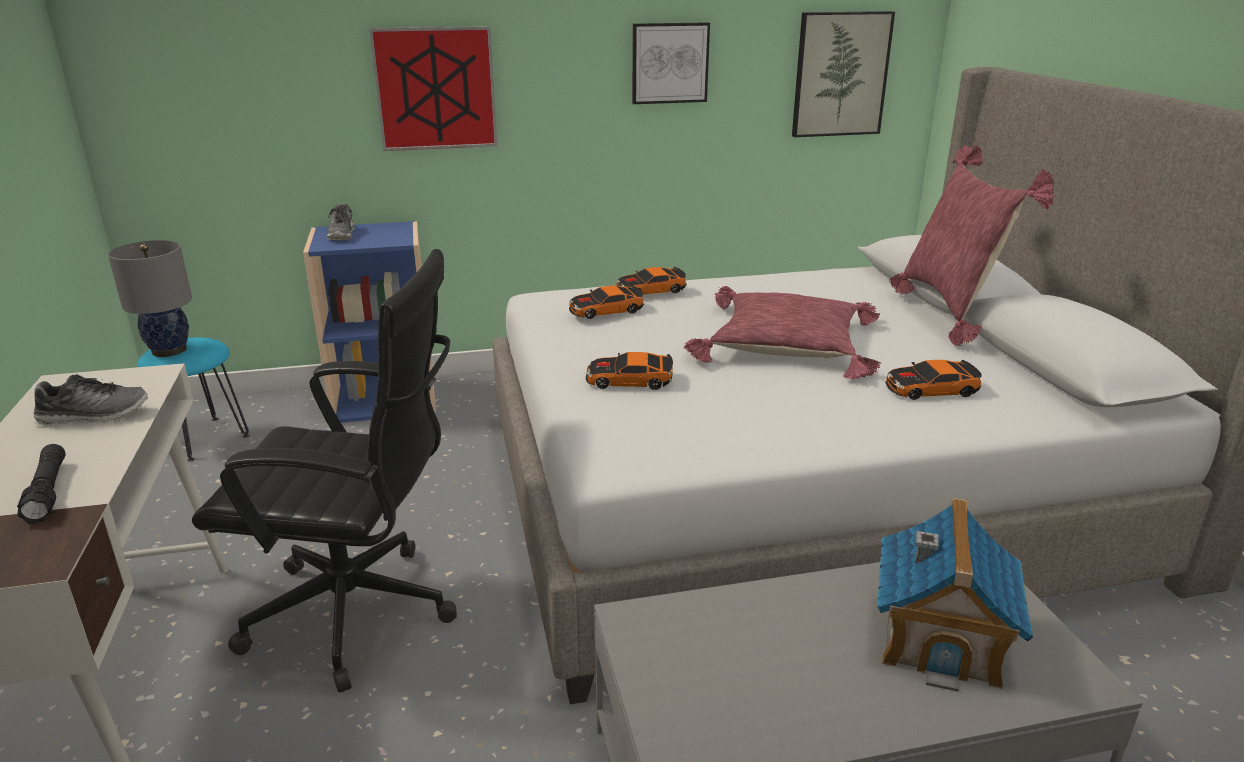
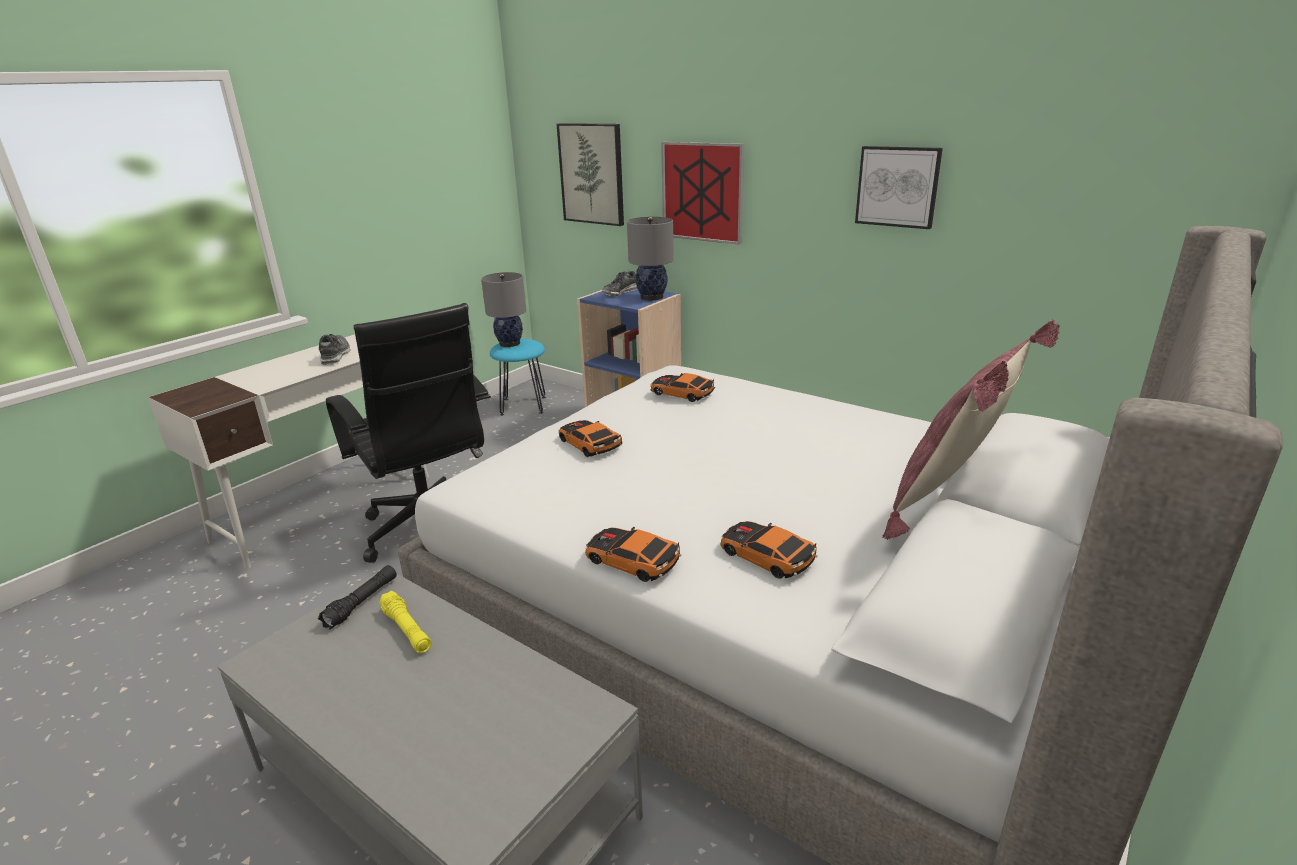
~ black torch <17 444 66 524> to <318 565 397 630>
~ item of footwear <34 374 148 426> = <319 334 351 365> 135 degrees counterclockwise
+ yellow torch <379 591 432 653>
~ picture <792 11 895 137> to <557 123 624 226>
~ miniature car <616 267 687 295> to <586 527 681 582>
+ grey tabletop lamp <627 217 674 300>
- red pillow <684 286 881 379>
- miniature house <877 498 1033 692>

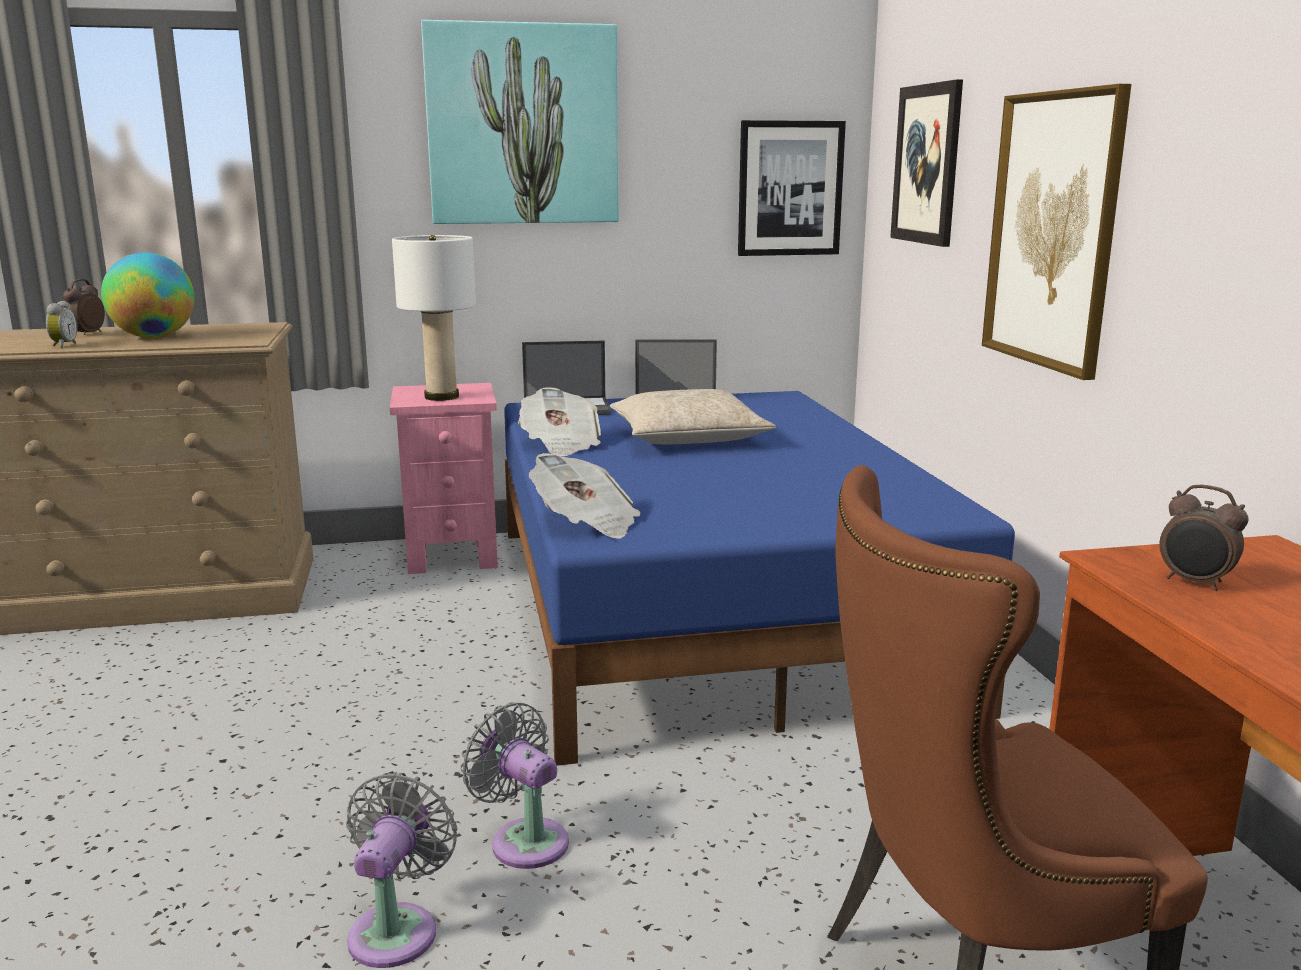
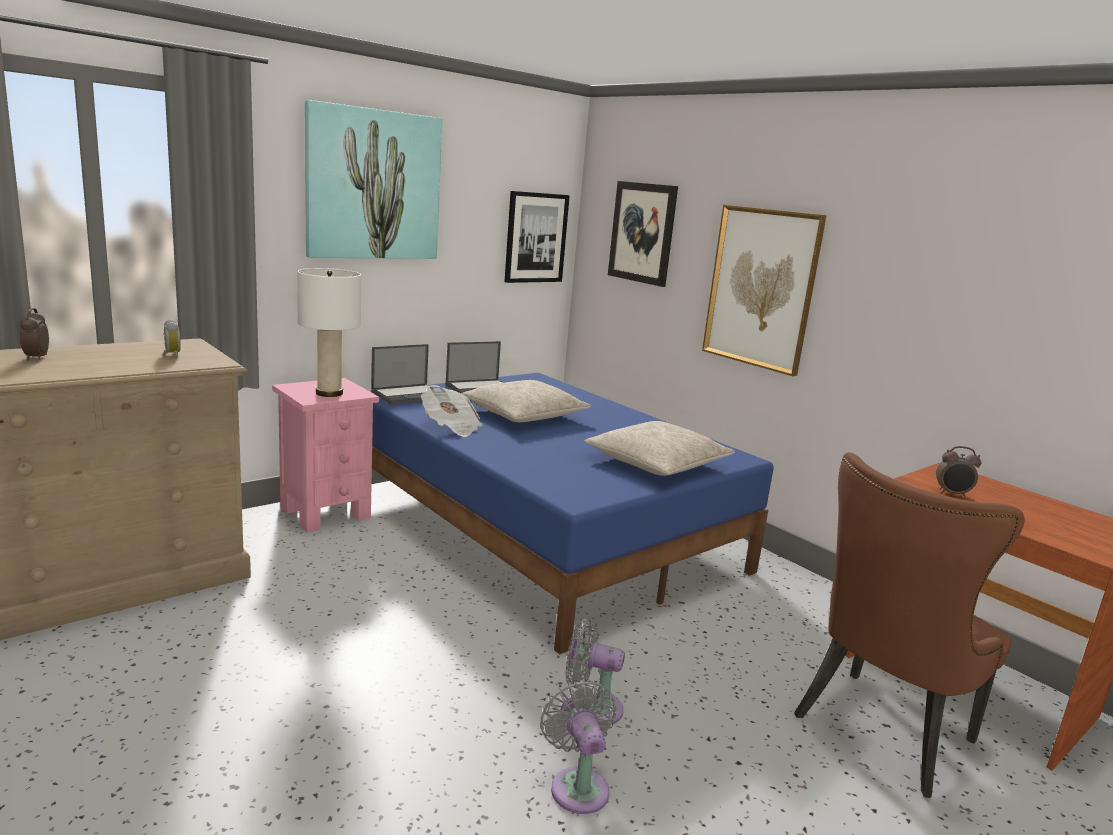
~ alarm clock <46 301 78 348> to <163 319 181 358>
+ beige-coloured pillow <584 421 735 476>
- world globe <101 252 195 338>
- daily paper <529 453 640 539>

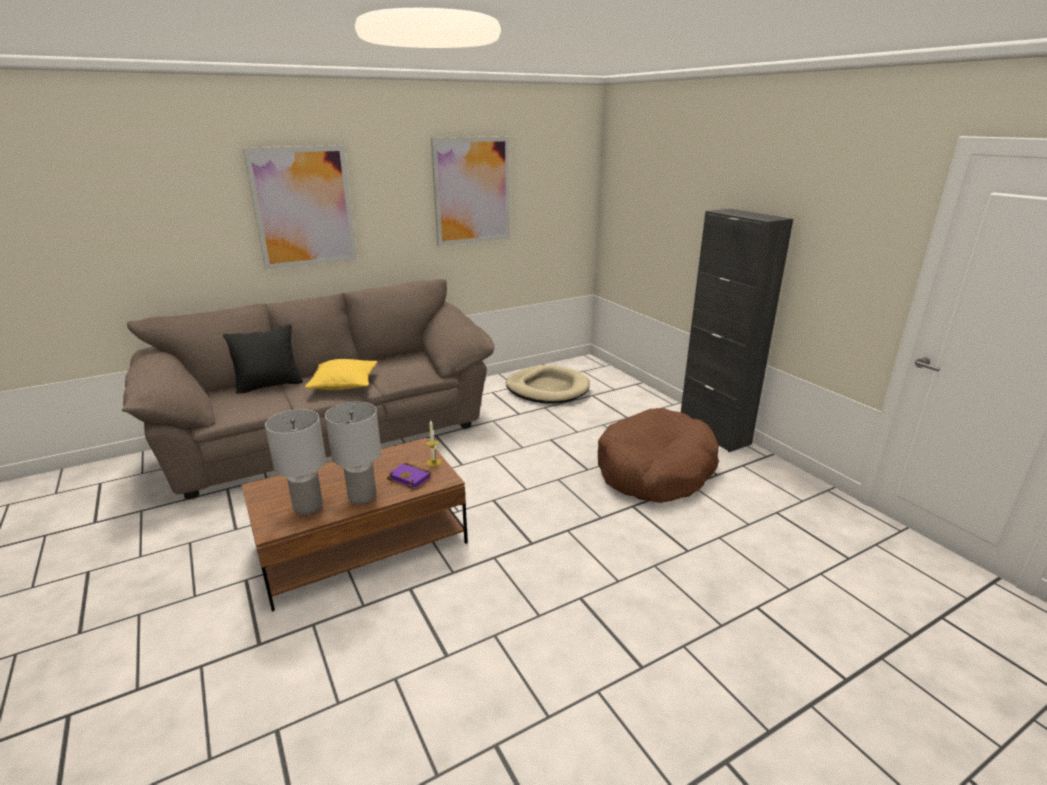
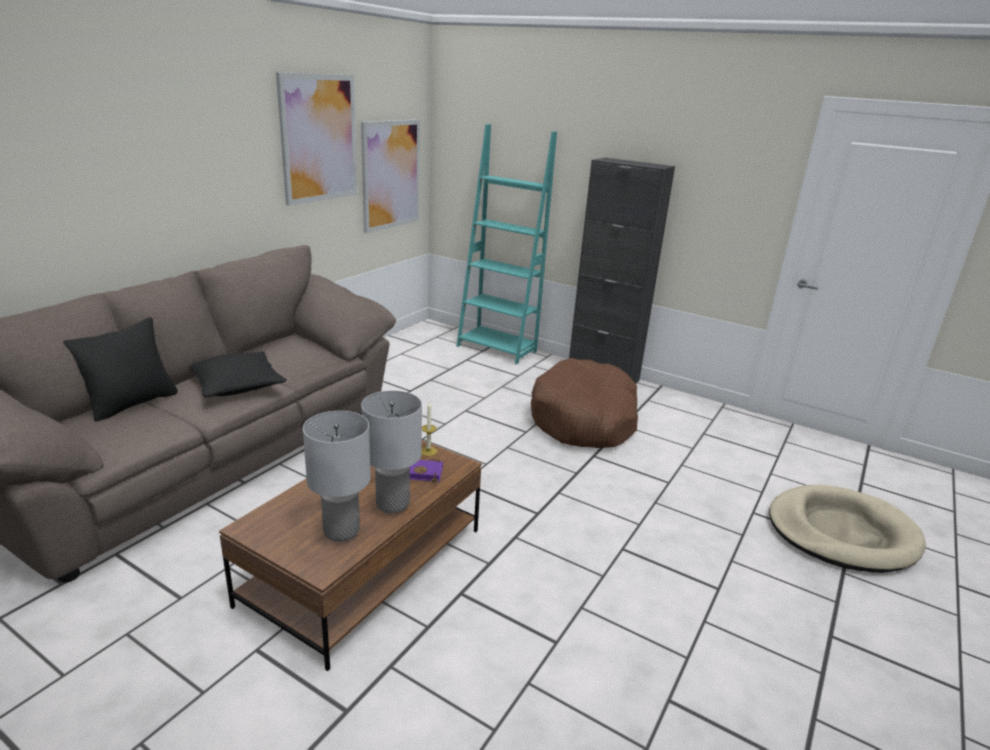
~ yellow pillow <305 359 377 390> to black pillow <189 352 287 397>
~ picture <243 145 357 270> to <361 119 420 233>
+ turquoise shelving unit <456 124 557 364>
~ beige-coloured pet bed <506 365 590 404> to <769 485 926 573>

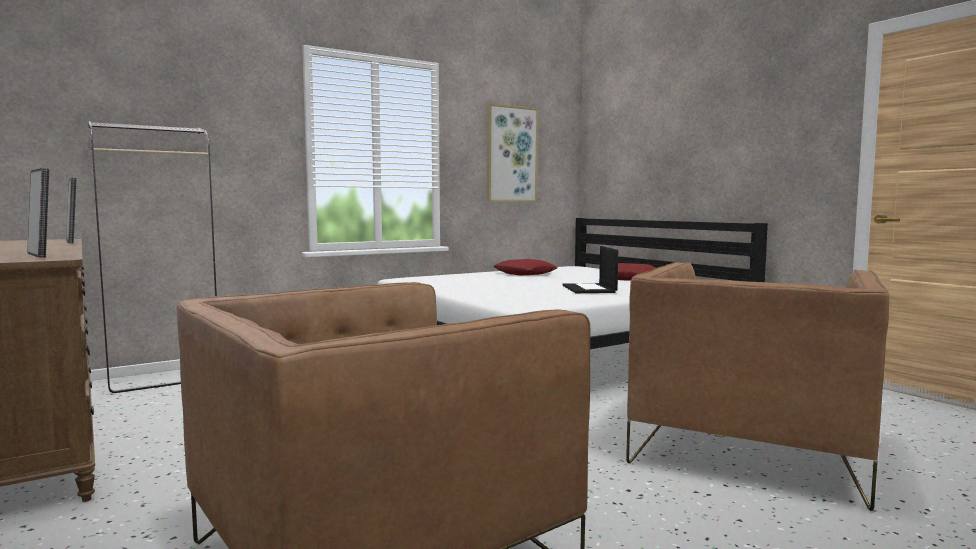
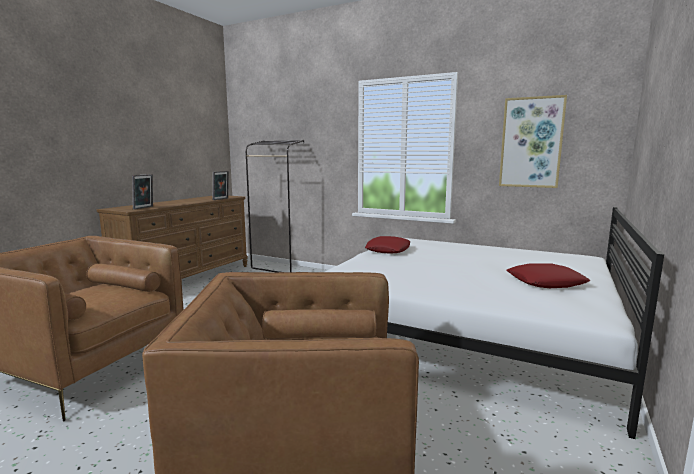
~ red pillow <494 259 558 275> to <365 236 410 253>
- notebook computer <563 246 618 293>

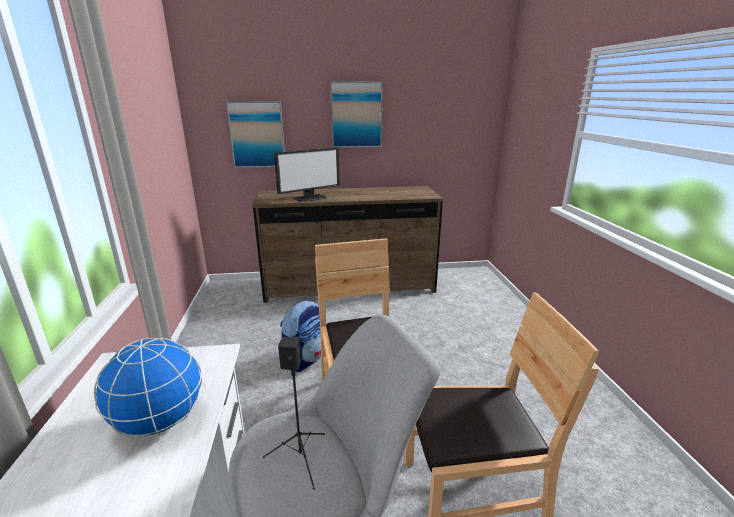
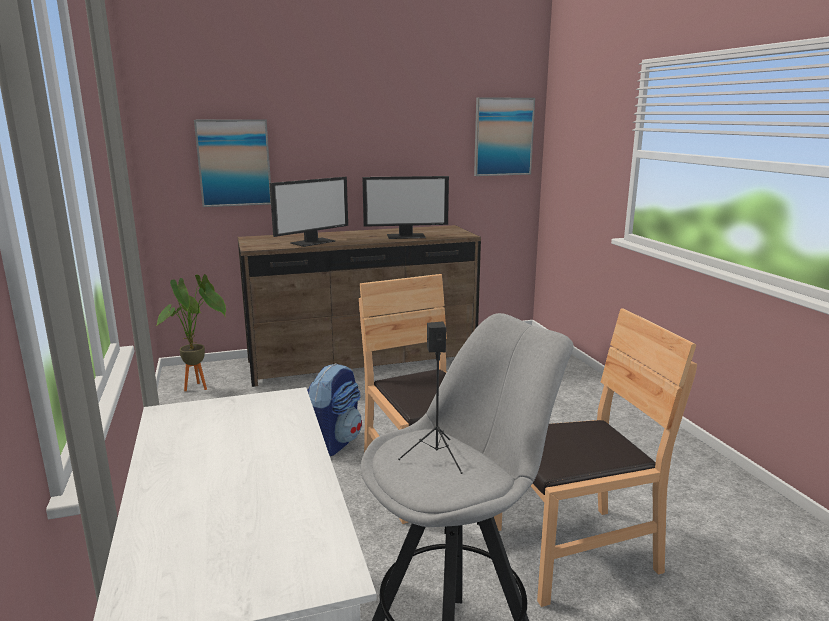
+ potted plant <155 274 226 391>
+ monitor <362 176 449 239>
~ picture <330 81 383 148> to <474 97 535 176>
- world globe <94 338 202 436>

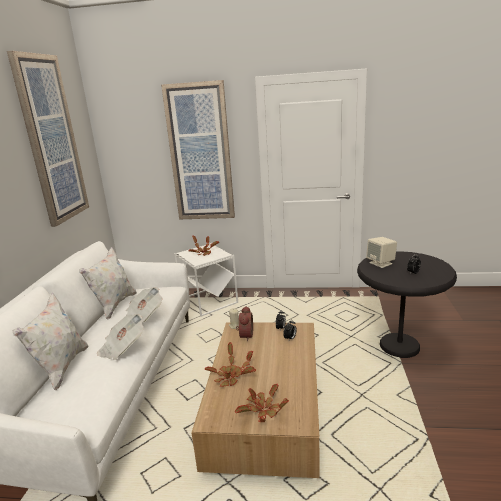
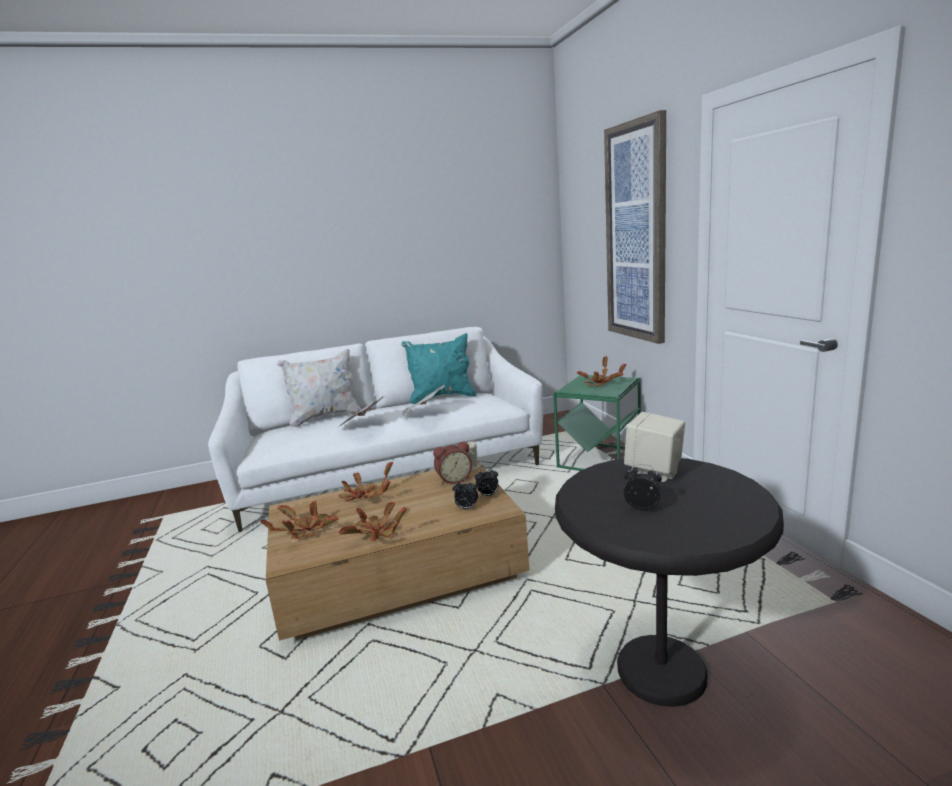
+ potted plant <339 501 407 541>
~ white-coloured pillow <79 247 137 320> to turquoise pillow <402 333 477 404>
~ white-coloured end table <174 243 238 316> to green-coloured end table <553 375 641 471>
- picture <7 51 89 227>

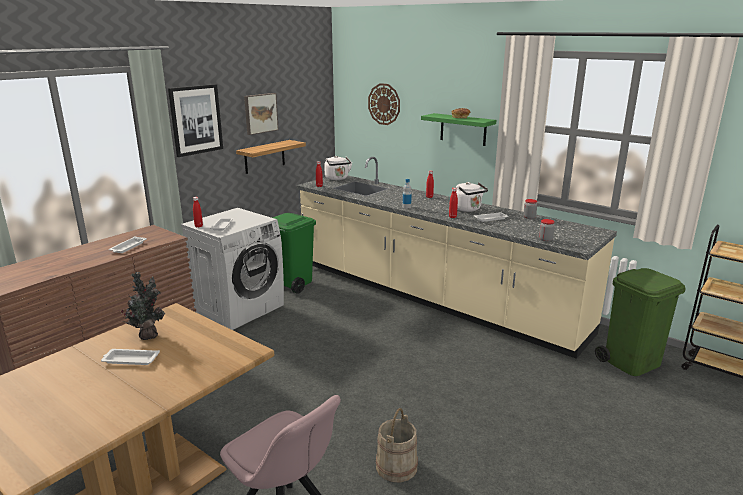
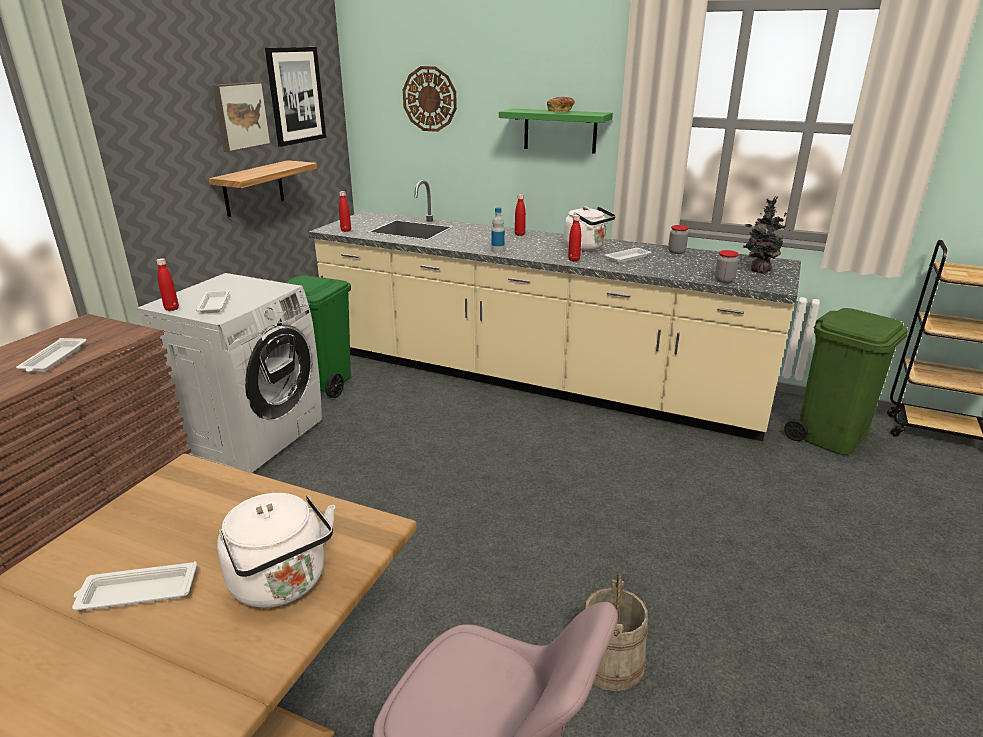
~ white-coloured kettle <324 156 352 180> to <217 493 335 608>
~ picture <168 84 223 157> to <265 47 326 147>
~ potted plant <121 272 165 340> to <742 196 790 273>

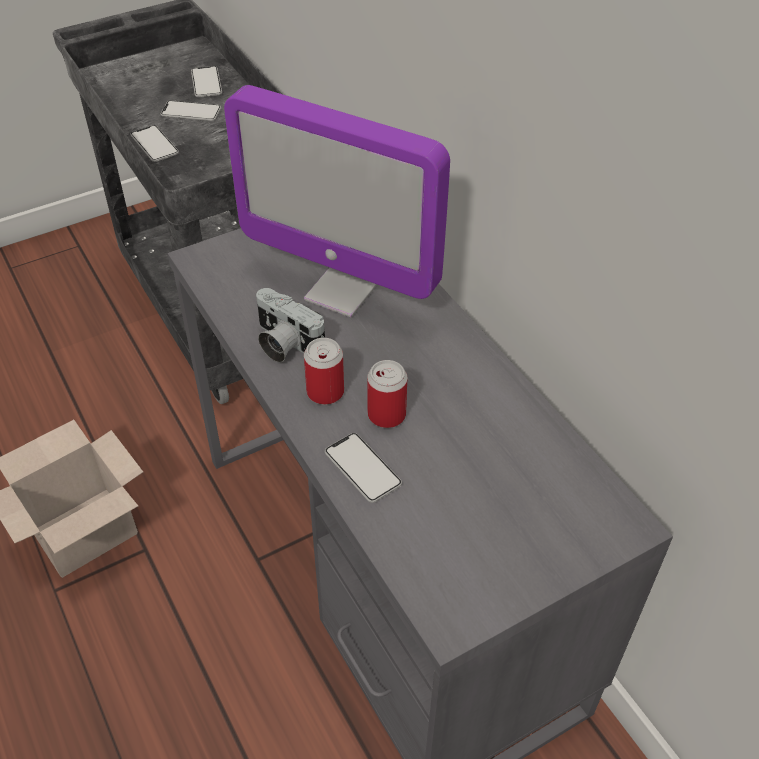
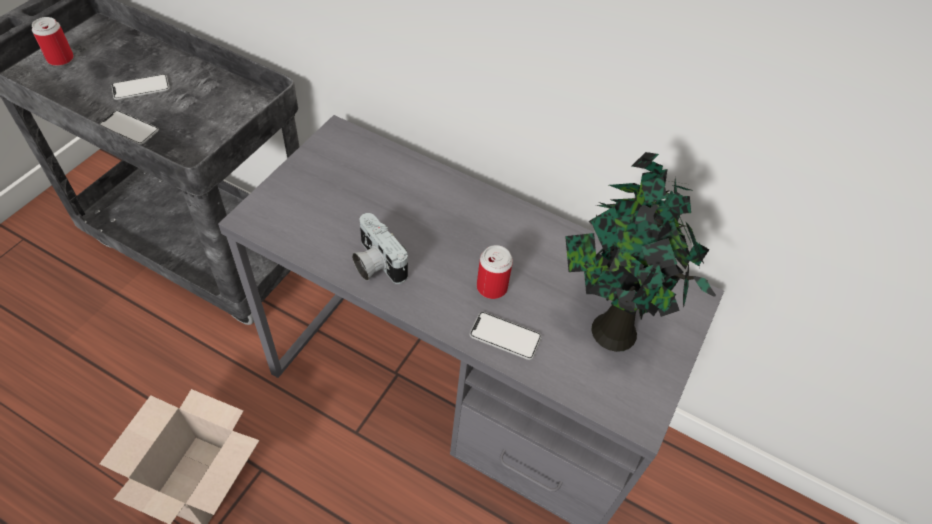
~ can <304 338 344 405> to <32 17 74 66>
~ photo camera <256 288 325 363> = <352 213 408 284> 45 degrees clockwise
+ potted plant <565 152 716 352>
- telephone <191 66 222 97>
- monitor <224 85 450 317>

